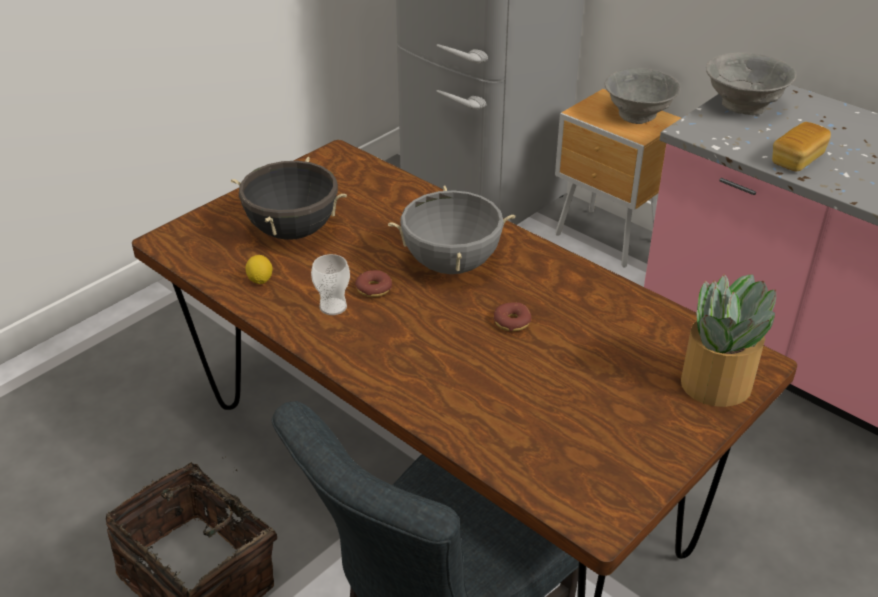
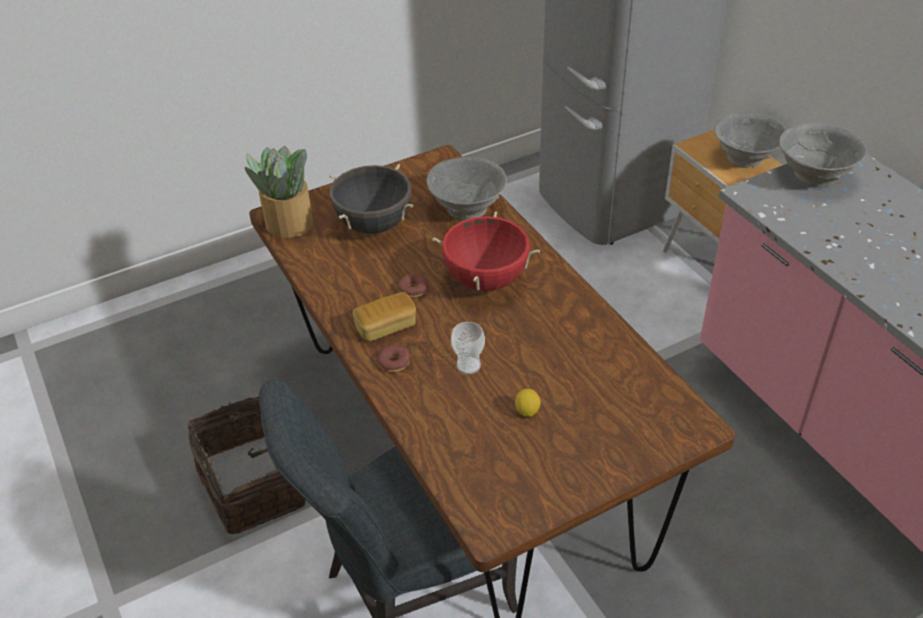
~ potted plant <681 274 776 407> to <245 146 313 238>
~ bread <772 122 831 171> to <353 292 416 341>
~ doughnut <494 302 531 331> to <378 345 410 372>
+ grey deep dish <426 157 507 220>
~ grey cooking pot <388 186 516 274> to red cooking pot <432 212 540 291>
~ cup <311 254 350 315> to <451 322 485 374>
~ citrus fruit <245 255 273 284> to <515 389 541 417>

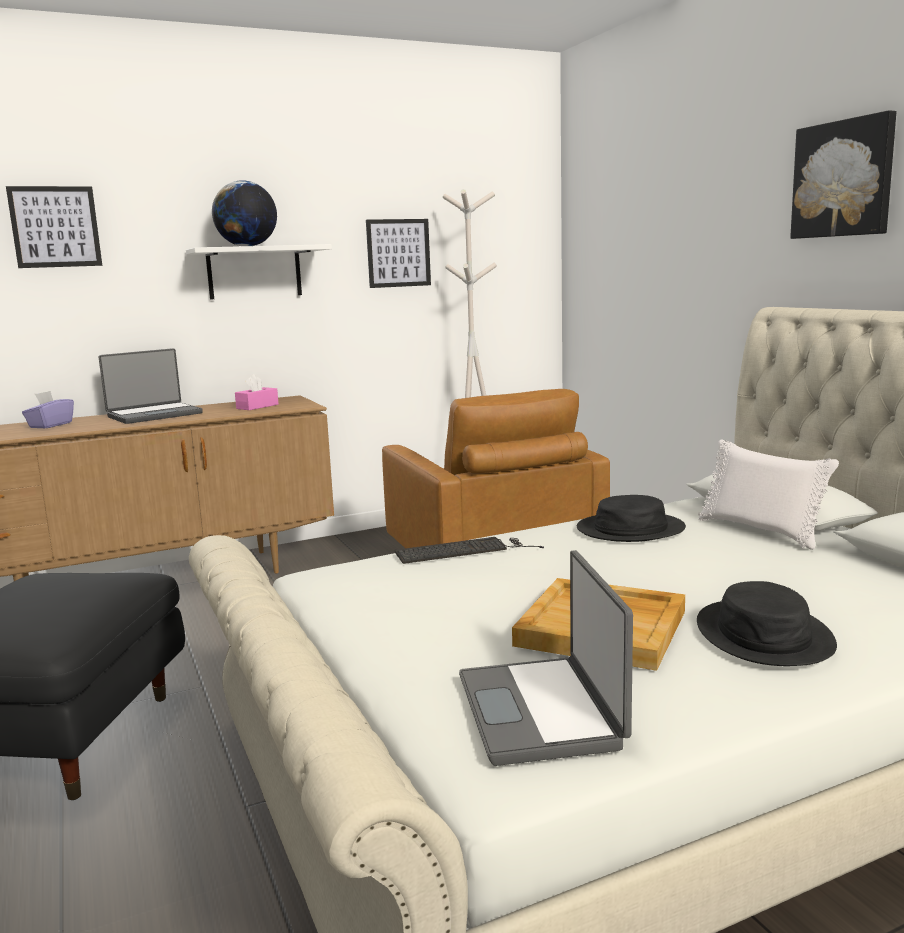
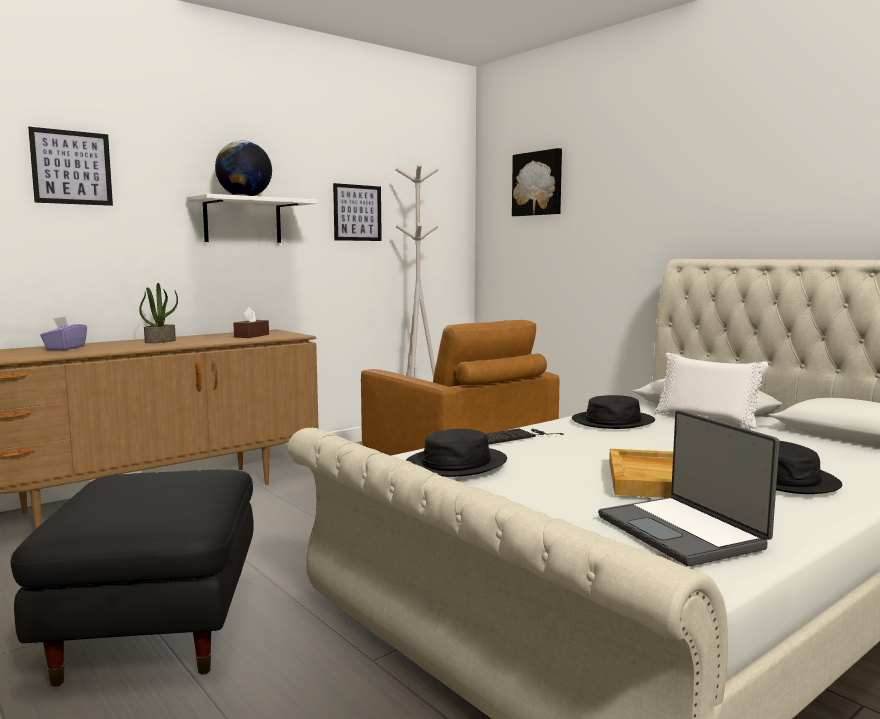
~ notebook computer <98 348 203 424> to potted plant <139 283 178 343>
~ pinkish tissue box <235 374 279 410> to brown tissue box <233 307 269 338>
+ black hat <406 429 507 477>
~ picture <790 110 896 239> to <512 148 562 216>

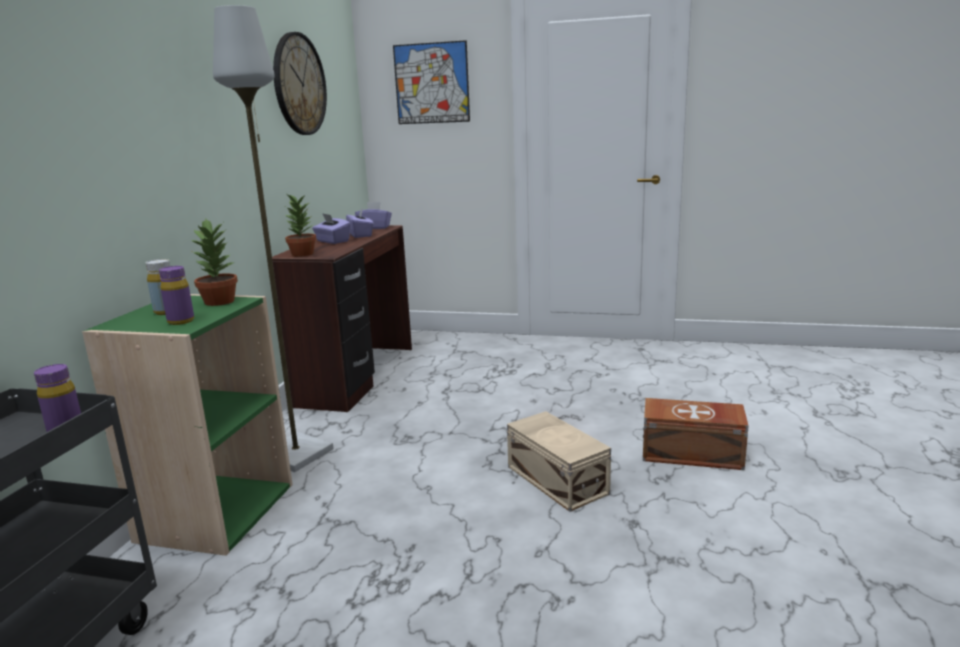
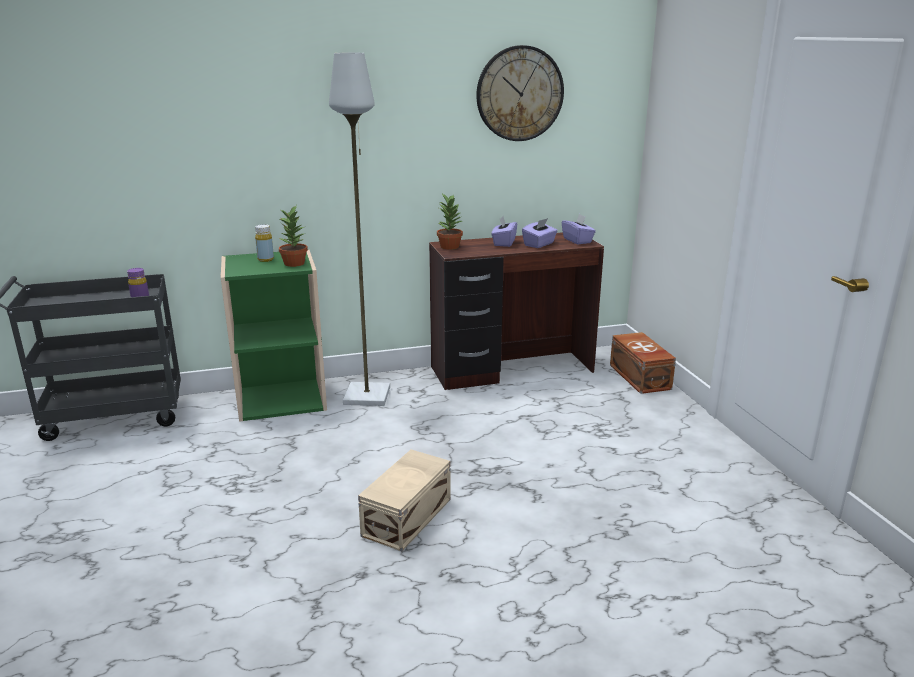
~ brown storage box <643 398 749 470> to <610 332 676 394>
- purple-coloured drink bottle <159 266 194 325>
- picture <393 40 470 124>

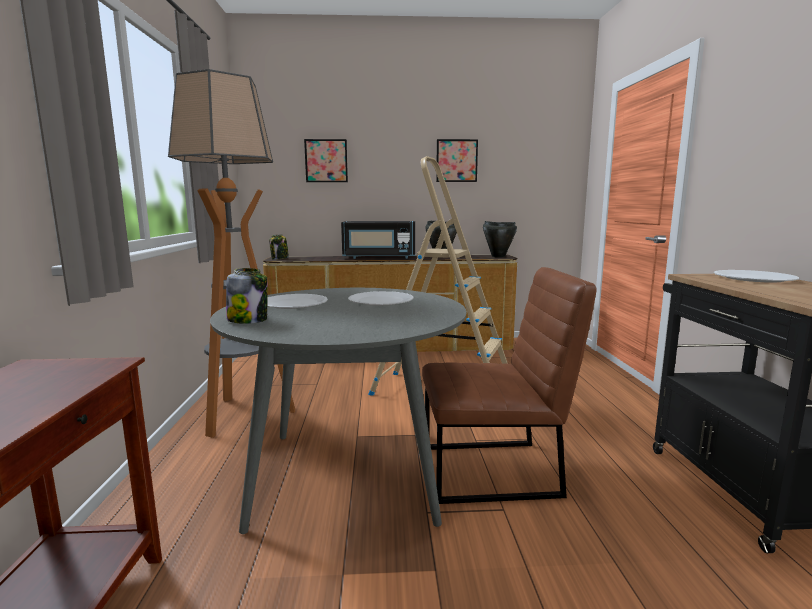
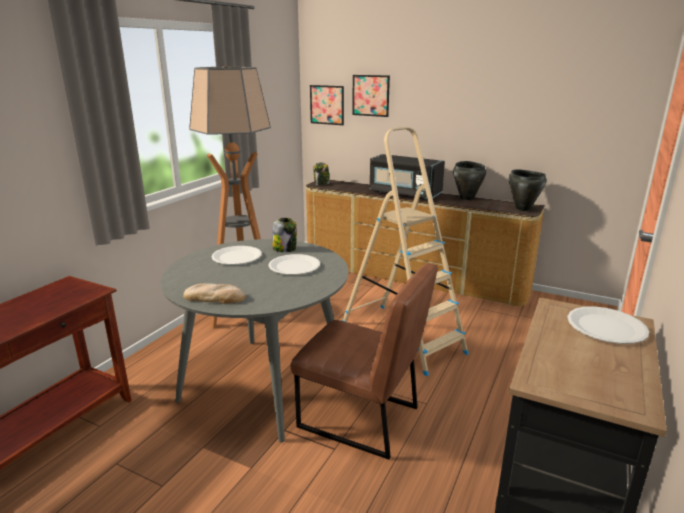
+ bread <183 283 246 304>
~ preserve jar <226 268 268 324> to <272 218 297 252>
~ picture <436 139 478 182> to <310 85 344 125>

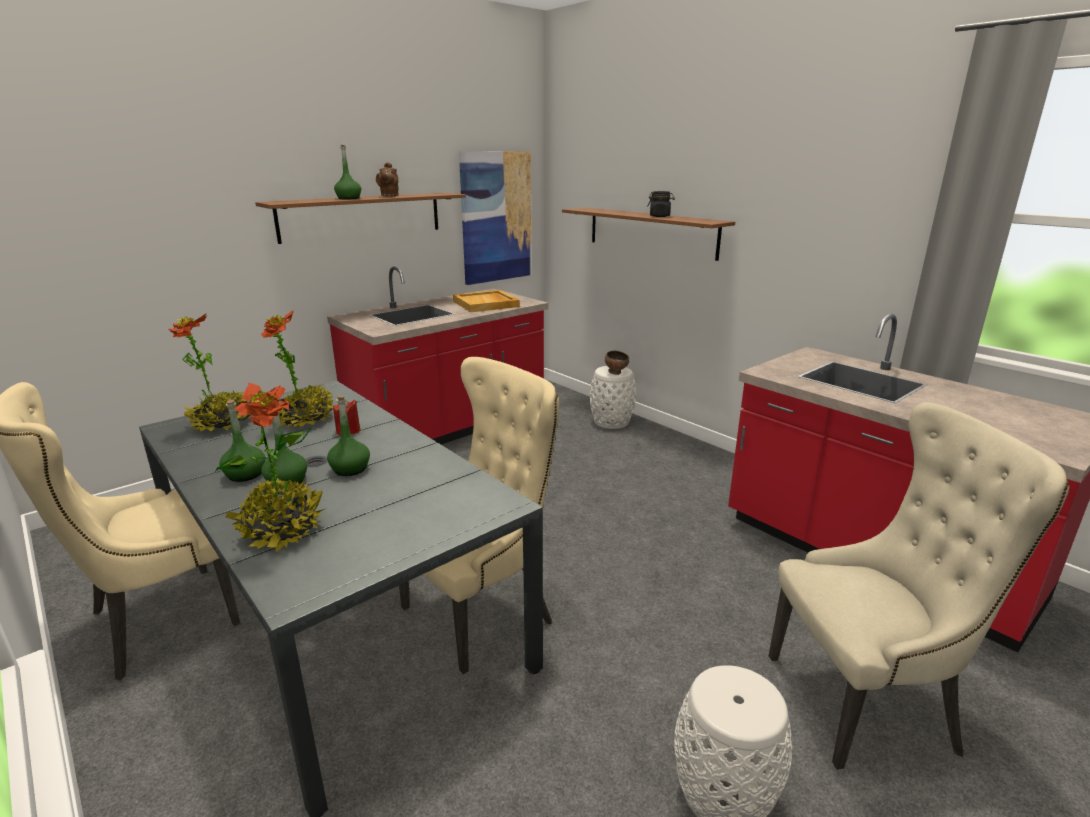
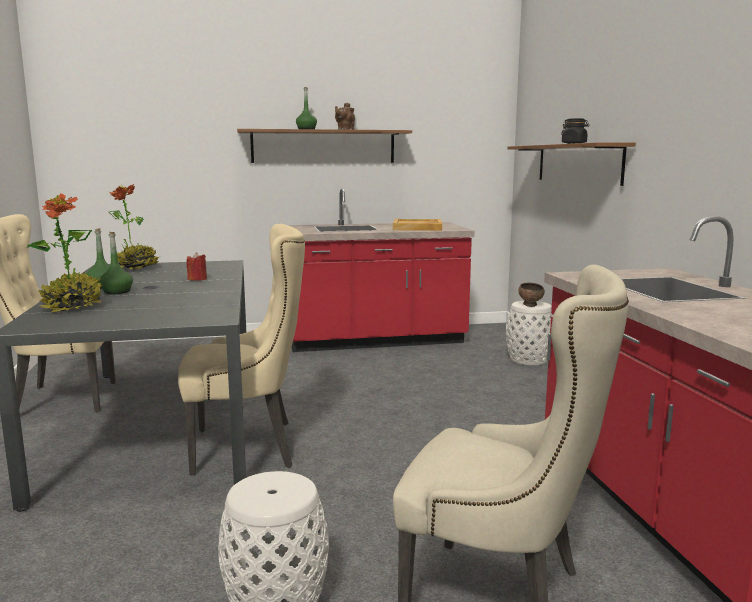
- potted plant <261 310 333 427>
- green-coloured drink bottle <327 396 370 476>
- picture <459 151 532 285>

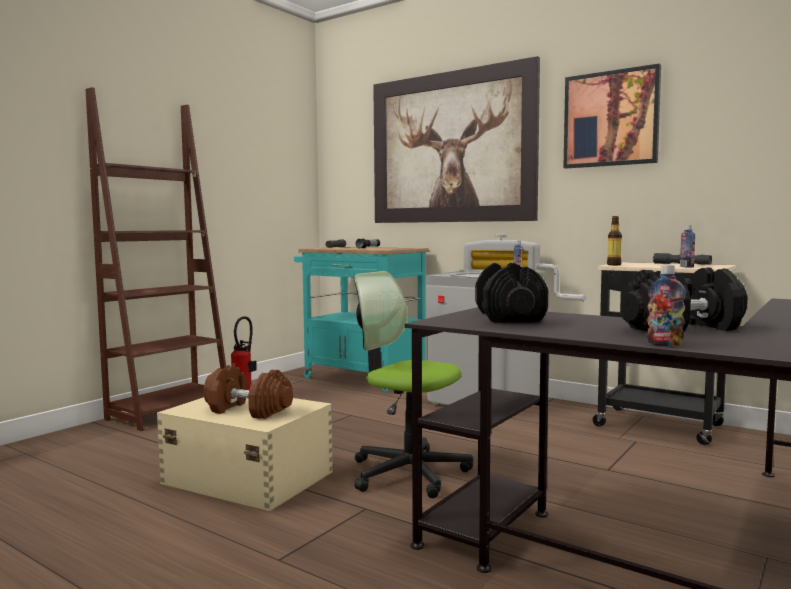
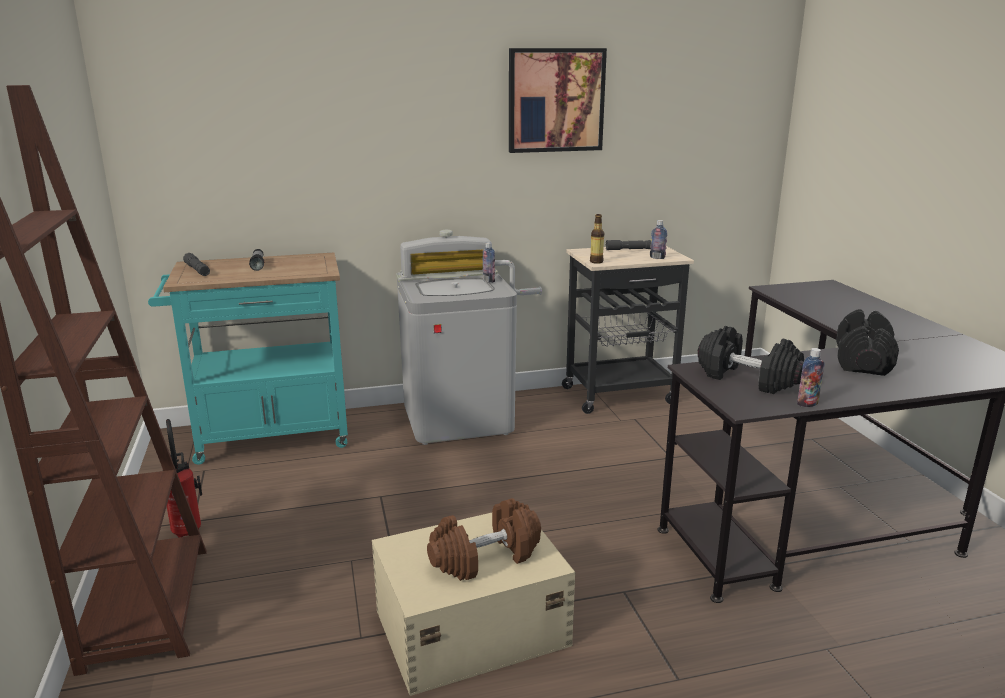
~ drink bottle <647 265 686 346> to <797 348 824 407>
- office chair <354 271 473 498>
- picture <373 56 540 223>

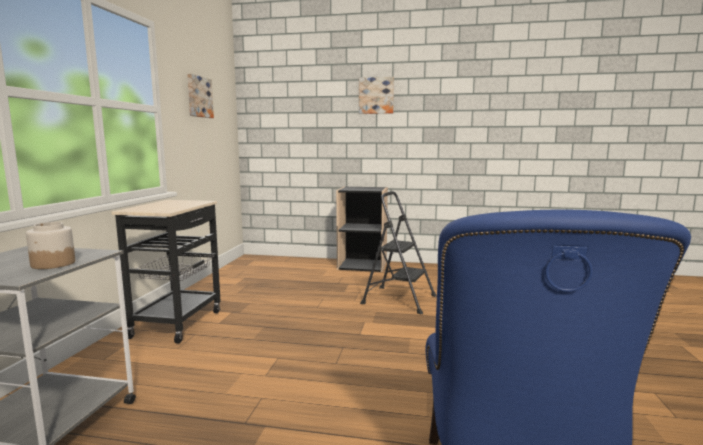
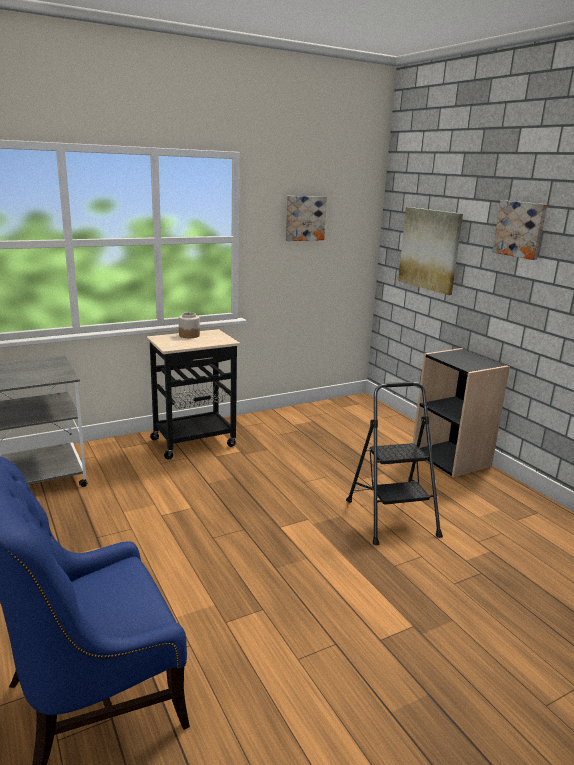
~ preserve jar <26 222 75 269> to <179 312 200 338>
+ picture <398 207 463 295>

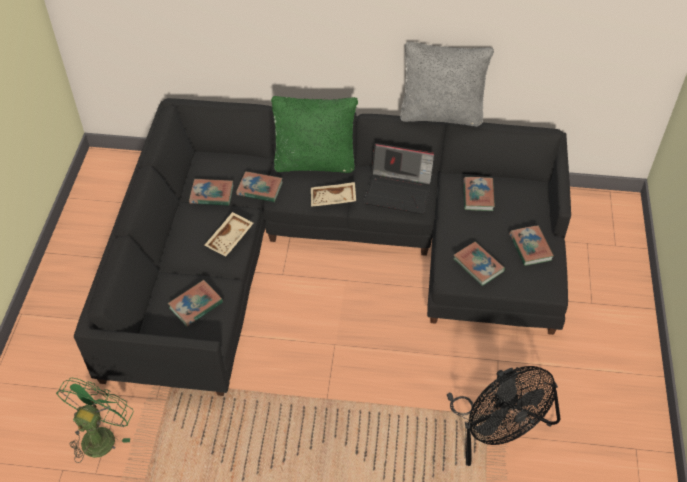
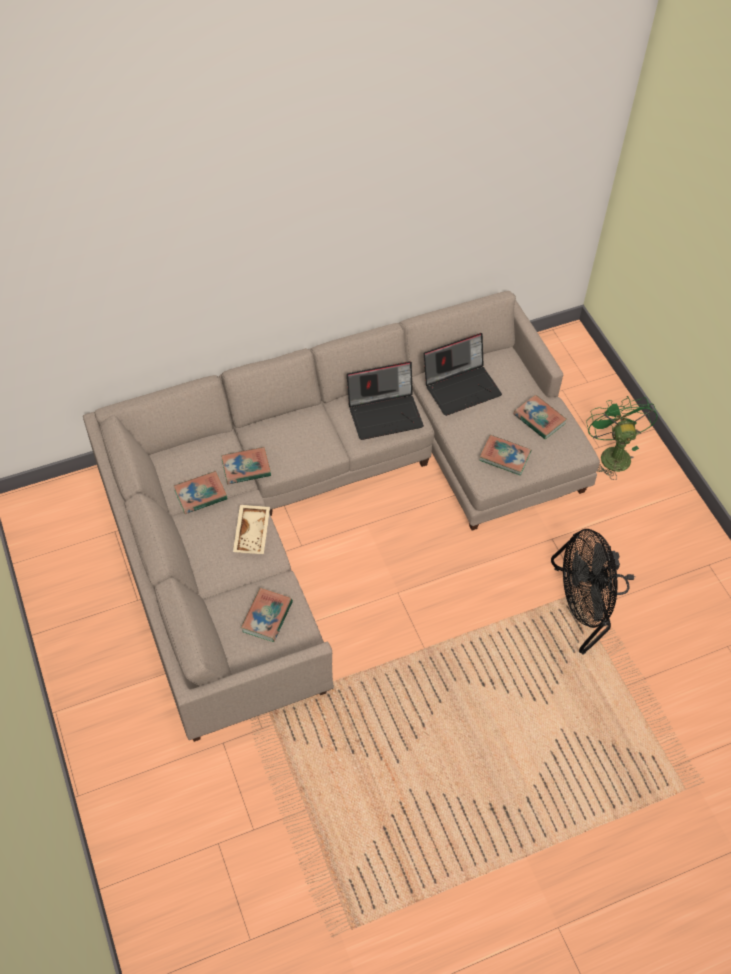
~ black sofa <74 98 571 396> to beige-coloured sofa <83 291 600 742>
~ volume <463 177 495 211> to notebook computer <424 333 502 416>
~ black cooling fan <447 366 561 466> = <551 529 636 655> 135 degrees clockwise
~ green-coloured cooling fan <56 378 133 463> to <586 396 658 480>
- green-coloured pillow <271 96 358 173>
- beige-coloured tray <311 182 356 207>
- grey pillow <400 41 494 127>

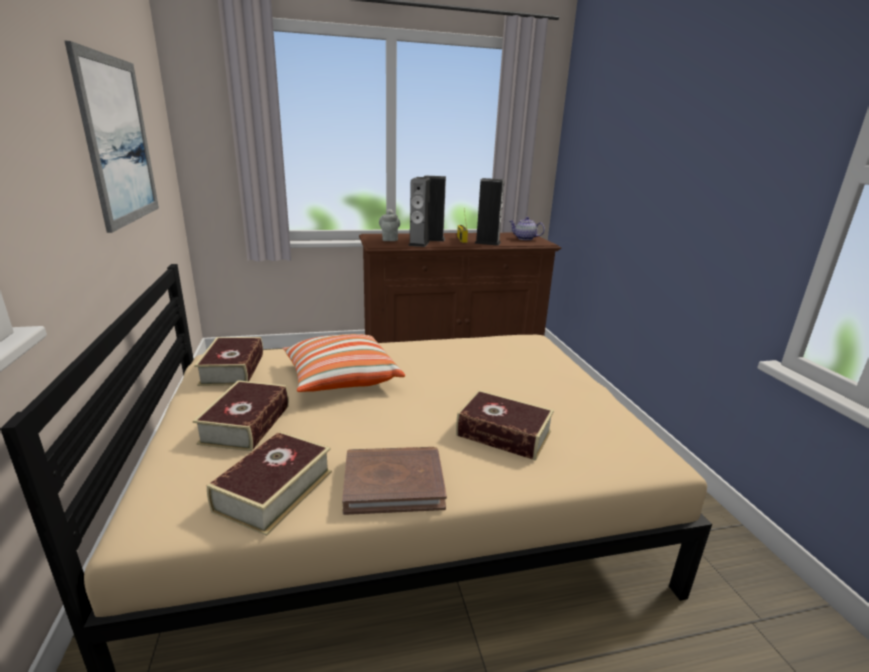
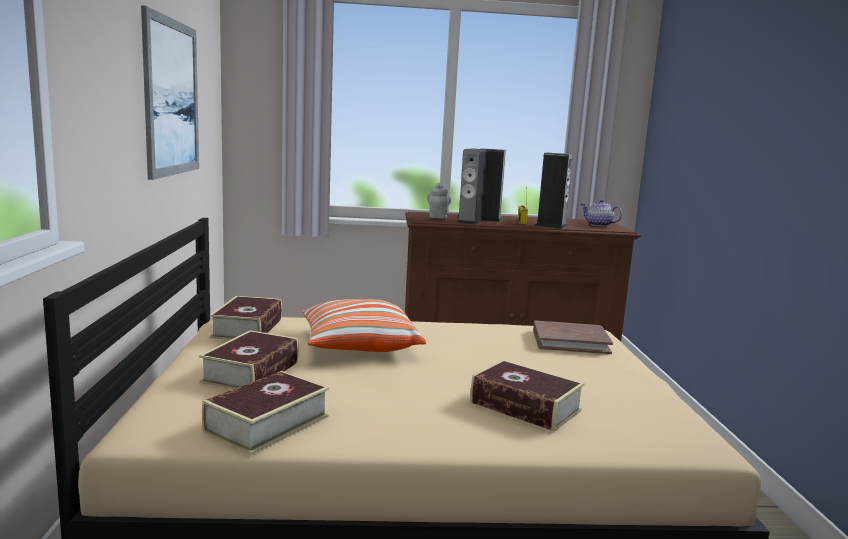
~ brown volume <342 447 447 515> to <533 321 613 354>

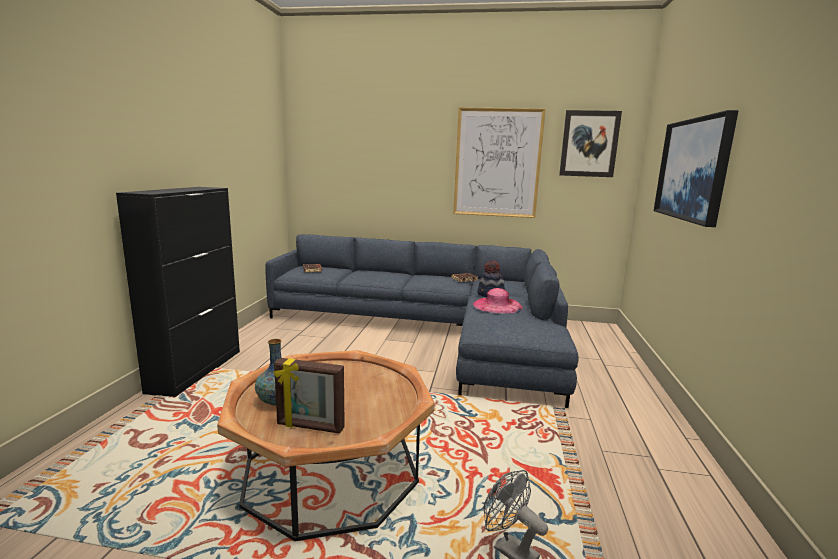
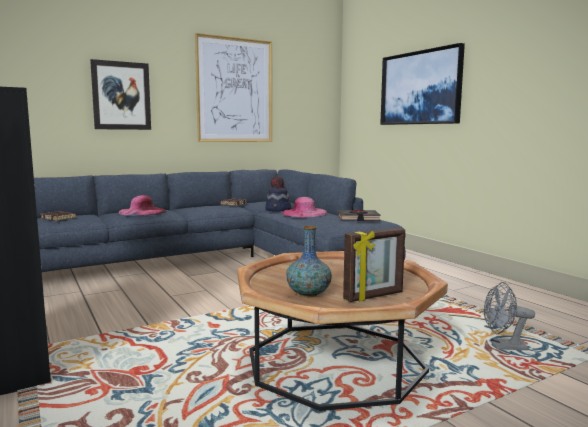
~ picture <559 110 622 177> to <90 59 151 130>
+ pinkish hat <118 195 166 216>
+ black volume <338 210 380 221>

